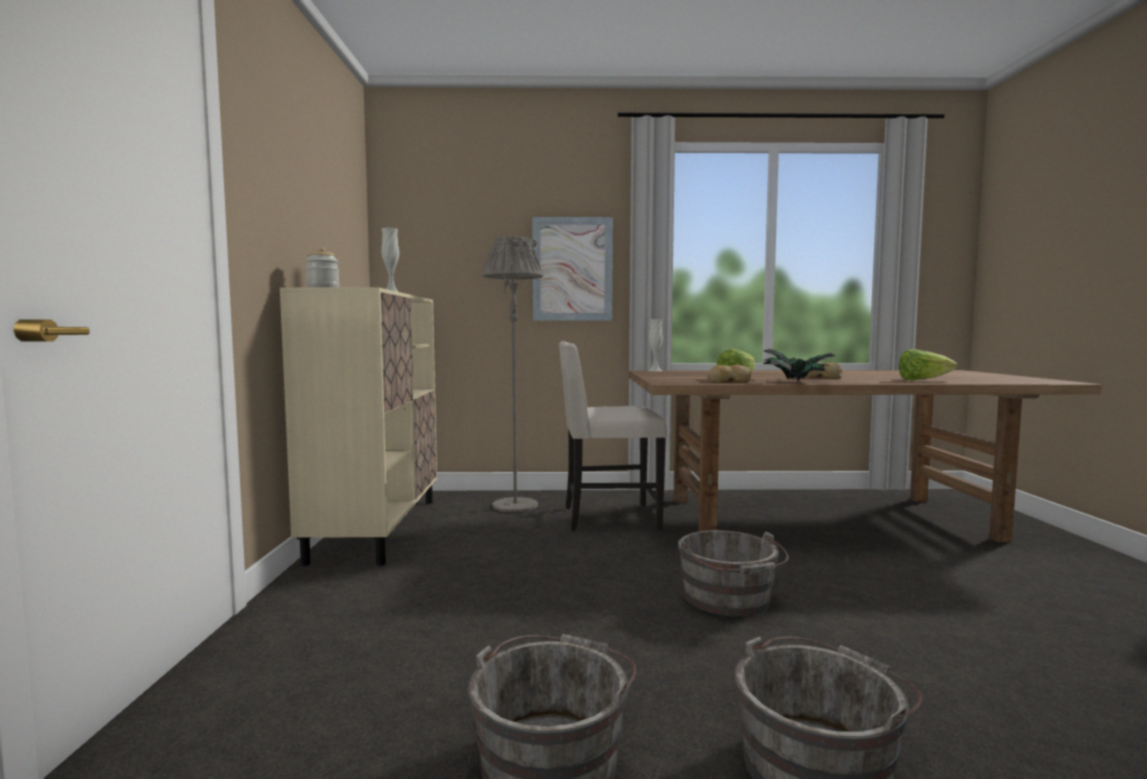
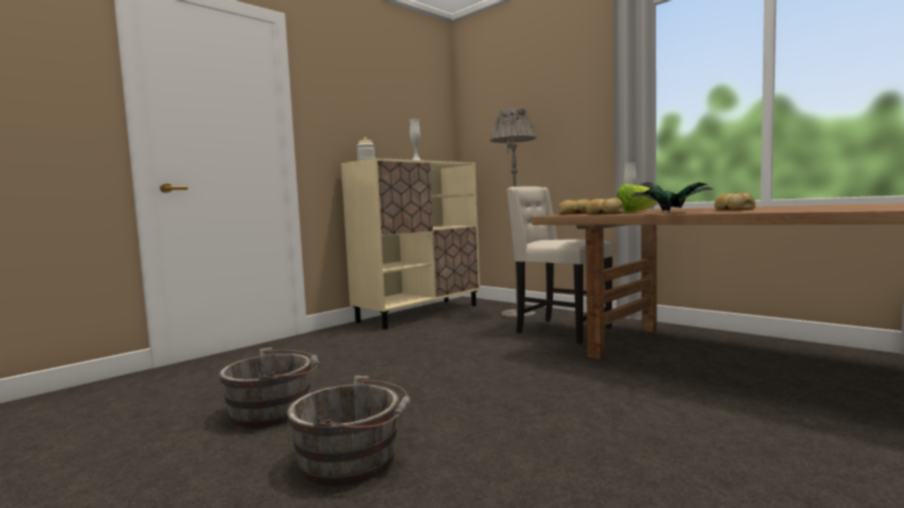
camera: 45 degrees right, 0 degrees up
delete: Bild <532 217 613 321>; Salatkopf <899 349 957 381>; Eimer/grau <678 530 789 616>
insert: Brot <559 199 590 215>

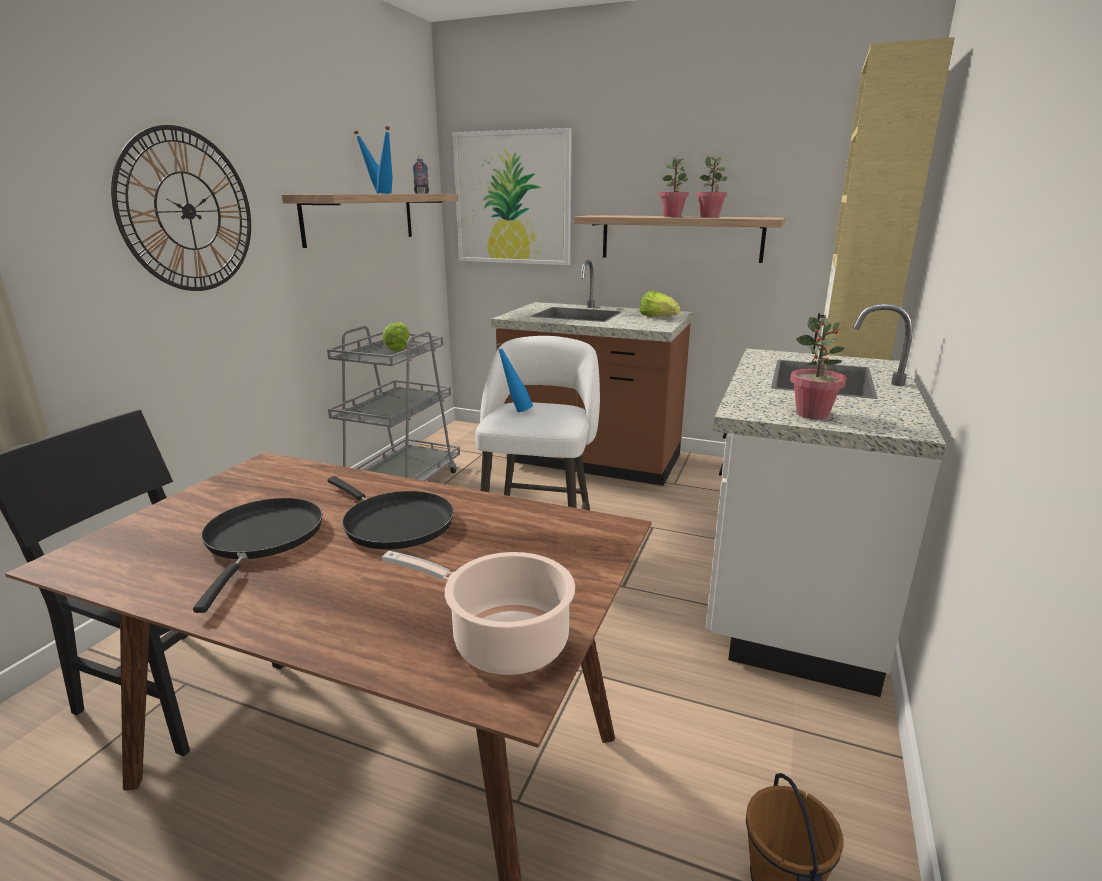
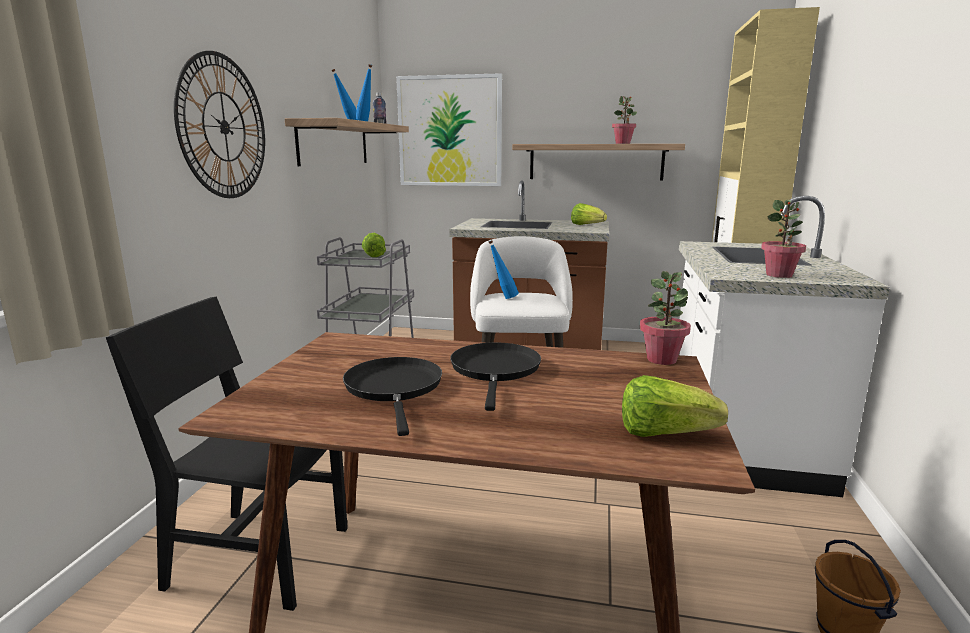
camera: 10 degrees left, 5 degrees down
move: Topfpflanze <659 157 689 217> to <640 271 691 365>
replace: Kochtopf <382 551 575 675> to Salatkopf <622 375 728 437>
rotate: Pfanne/schwarz <327 476 454 549> = <450 342 541 411> 120 degrees counterclockwise

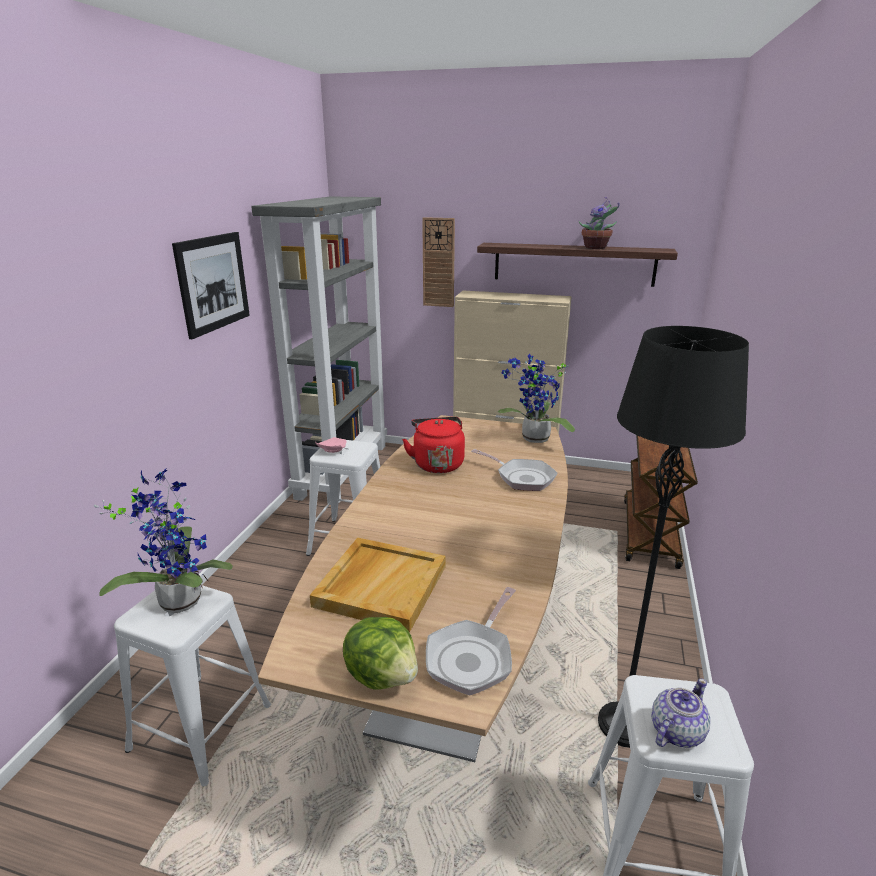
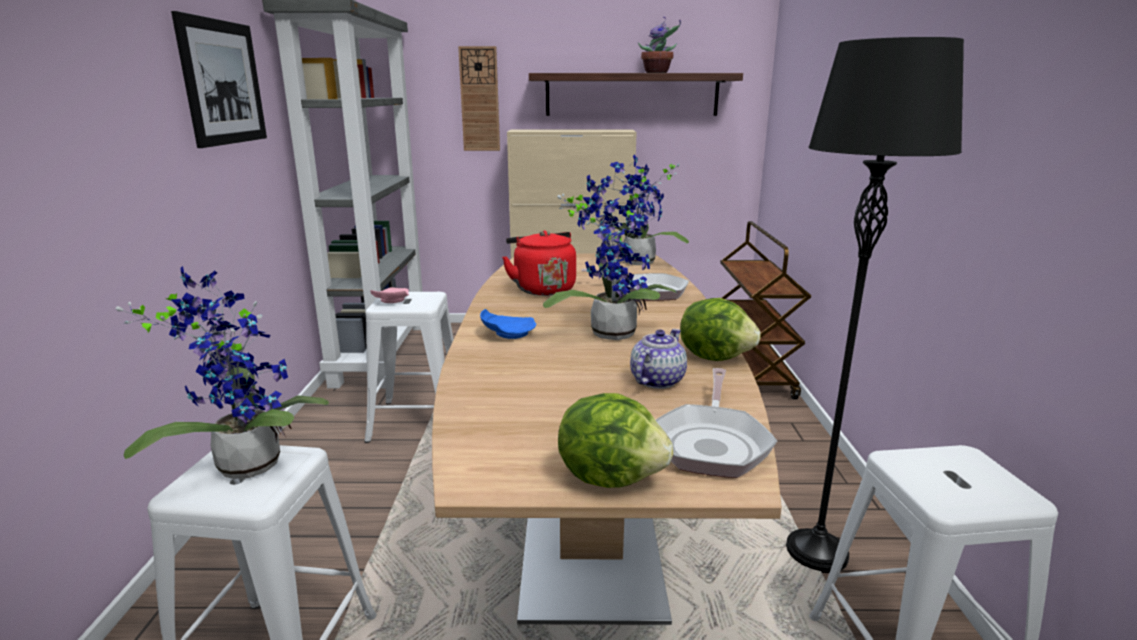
camera: 15 degrees left, 5 degrees down
delete: Tablett/beige <310 537 446 632>
insert: Topfpflanze <543 175 677 340>; Salatkopf <680 298 761 361>; Teller/blau <480 309 536 339>
move: Teekanne <652 679 710 748> to <630 329 687 389>

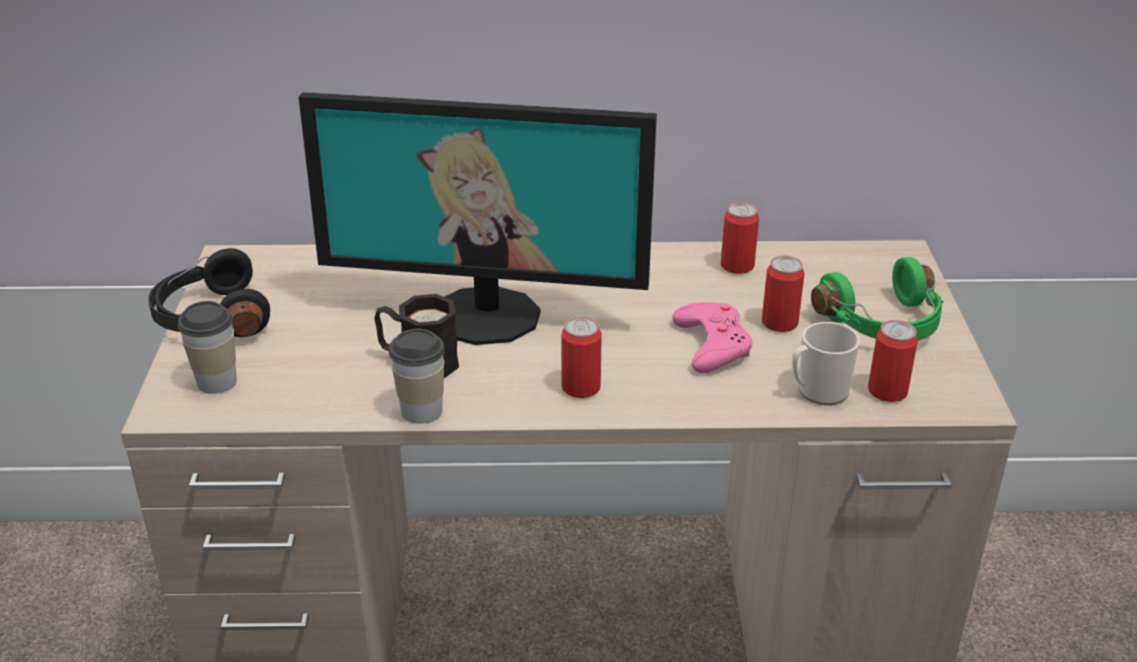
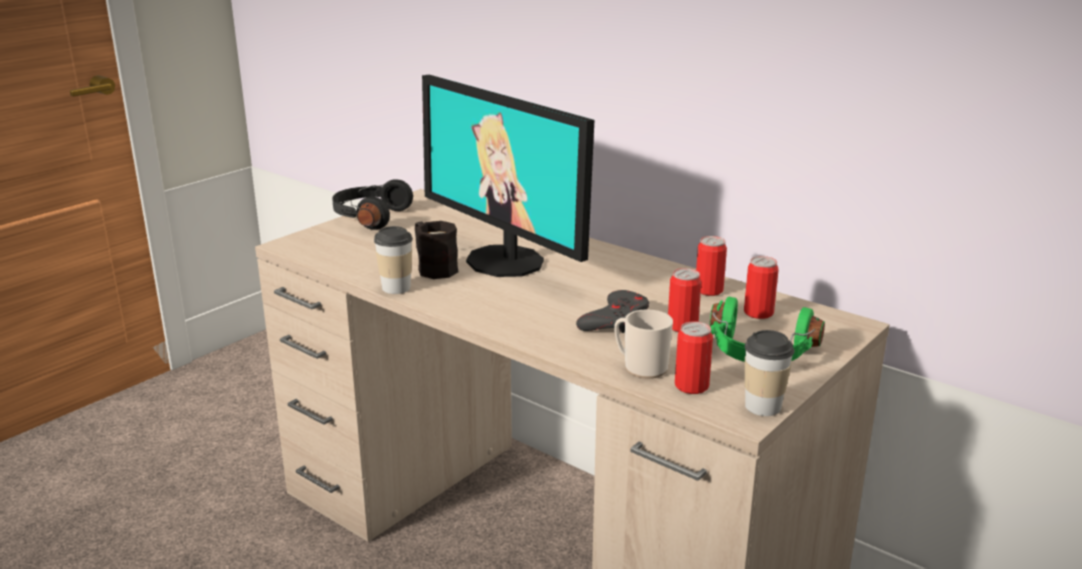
camera: 40 degrees right, 10 degrees down
move: Tasse <178 301 237 394> to <744 330 794 416>; Dose <561 316 602 398> to <744 256 779 319>
recolor: Gamepad/rosa <672 302 752 374> to Gamepad/grau <576 290 649 333>

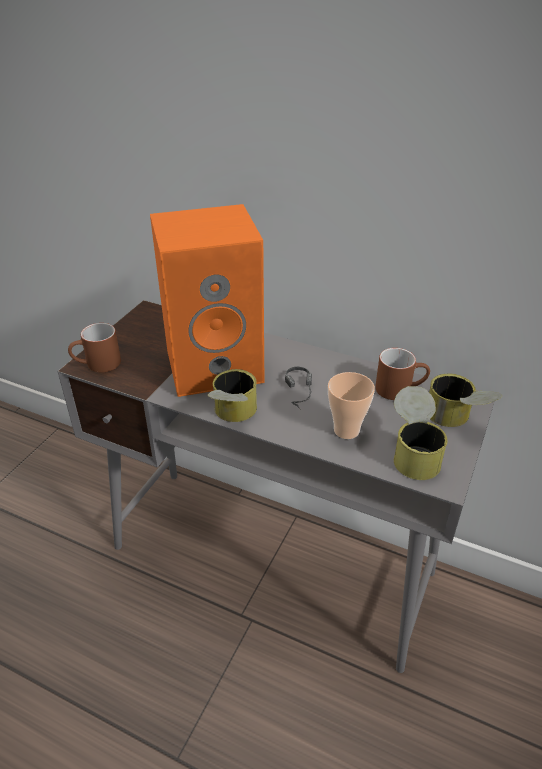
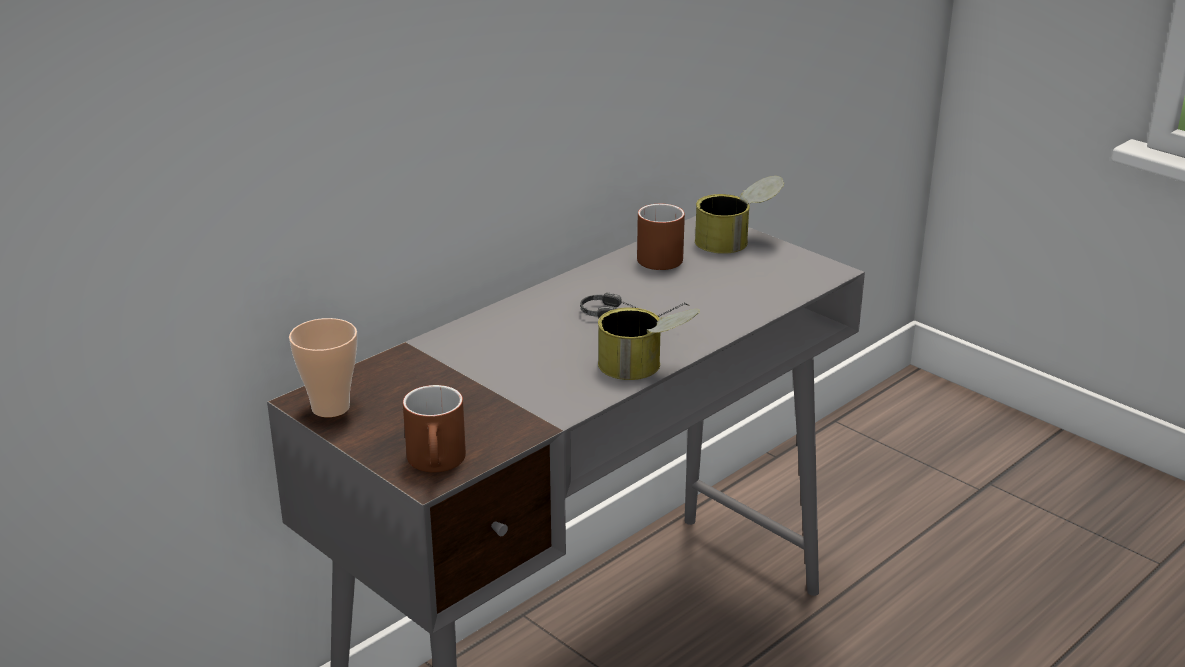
camera: 70 degrees left, 10 degrees down
delete: Lautsprecher/orange <150 204 265 397>; Dose <394 386 448 480>
move: Tasse <328 372 375 439> to <289 318 357 418>

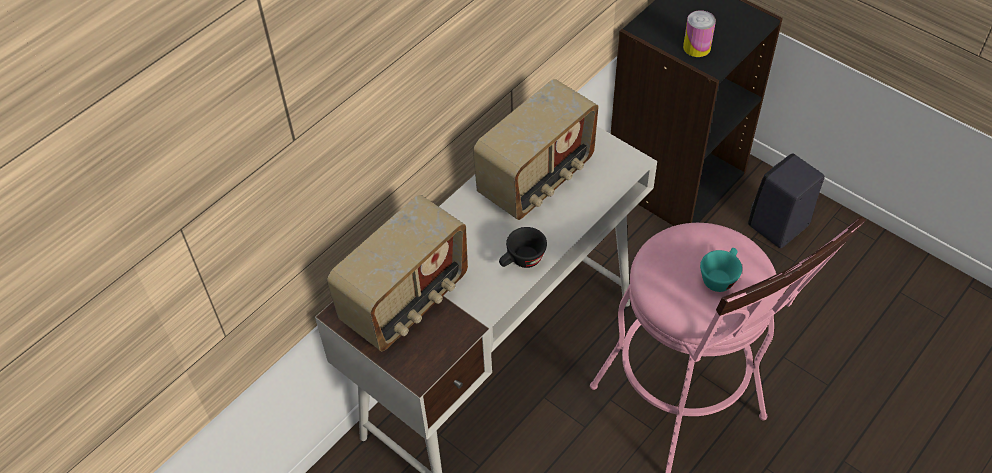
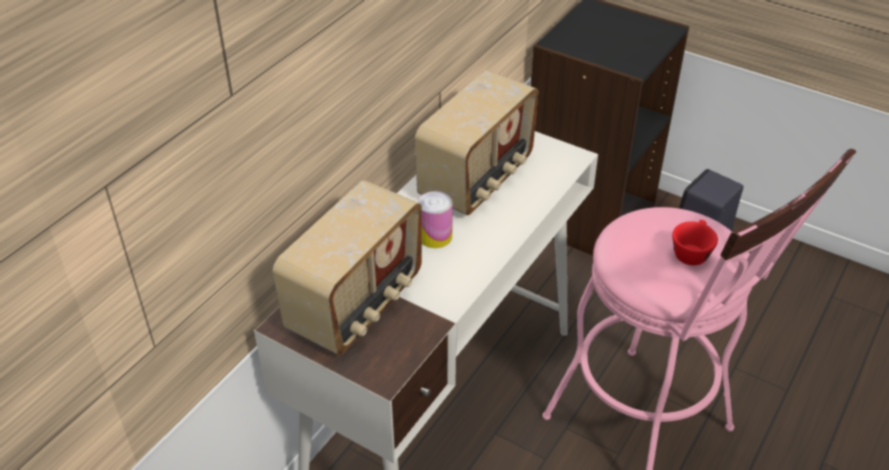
camera: 10 degrees left, 10 degrees down
delete: Tasse/schwarz <499 227 547 268>
move: Dose <683 10 716 57> to <418 191 453 248>
recolor: Tasse/türkis <700 248 742 292> to Tasse/rot <672 220 718 265>

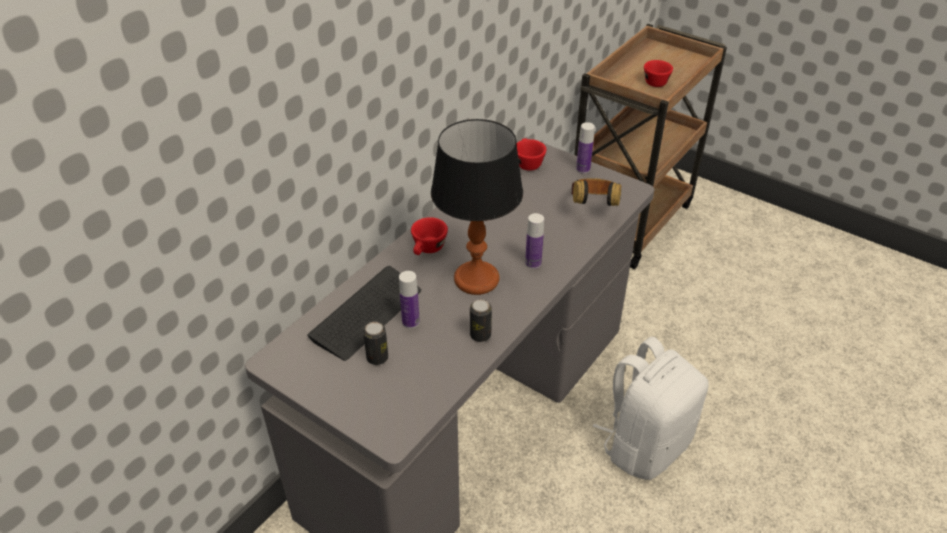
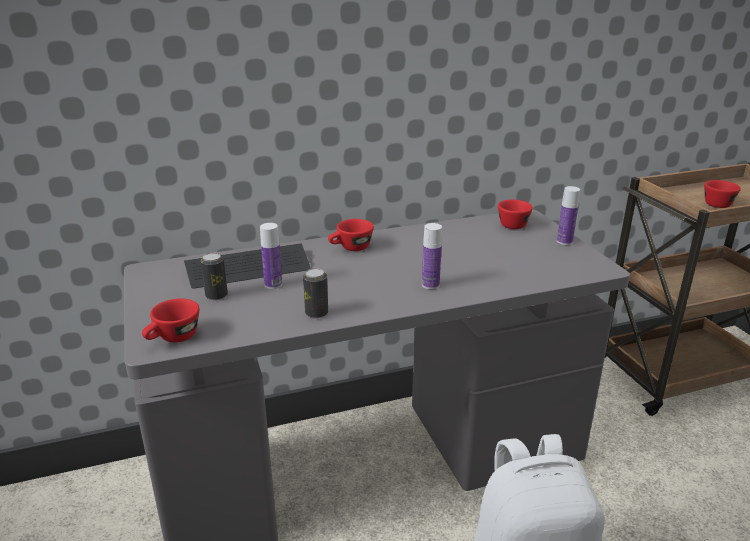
camera: 35 degrees right, 15 degrees down
delete: Tischlampe <431 119 523 295>; Kopfhörer <572 178 621 206>
insert: Tasse/rot <142 298 199 343>

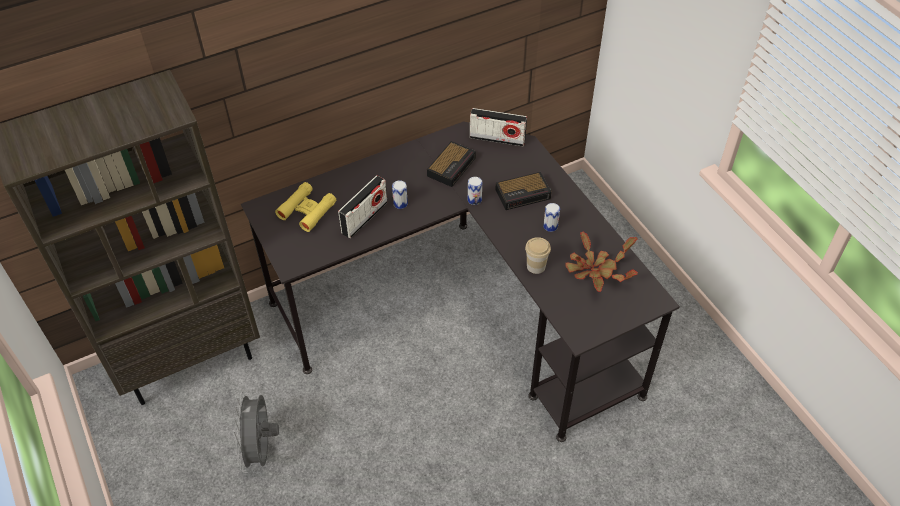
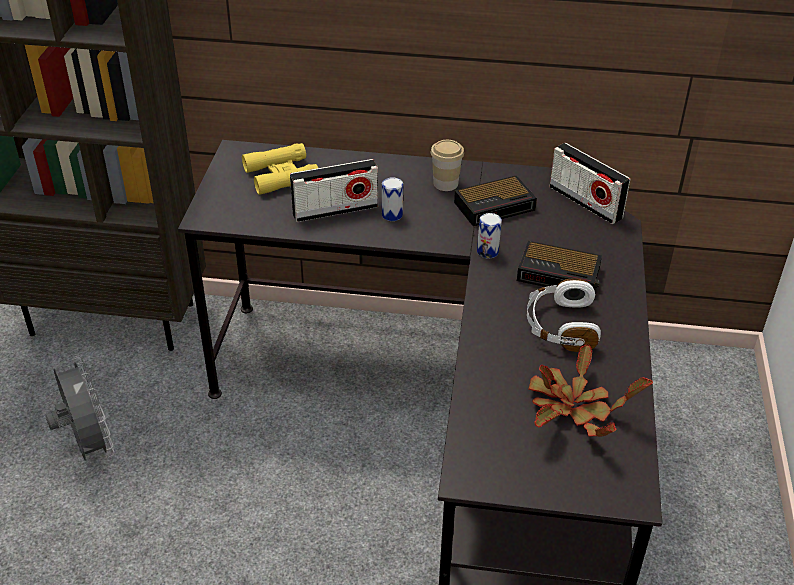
camera: 35 degrees right, 10 degrees down
move: Tasse <525 237 551 274> to <431 140 464 191>
replace: Dose <543 203 560 232> to Kopfhörer/weiß <527 278 601 352>
rotate: Ventilator/grau <234 391 279 473> = <45 355 115 461> 120 degrees clockwise

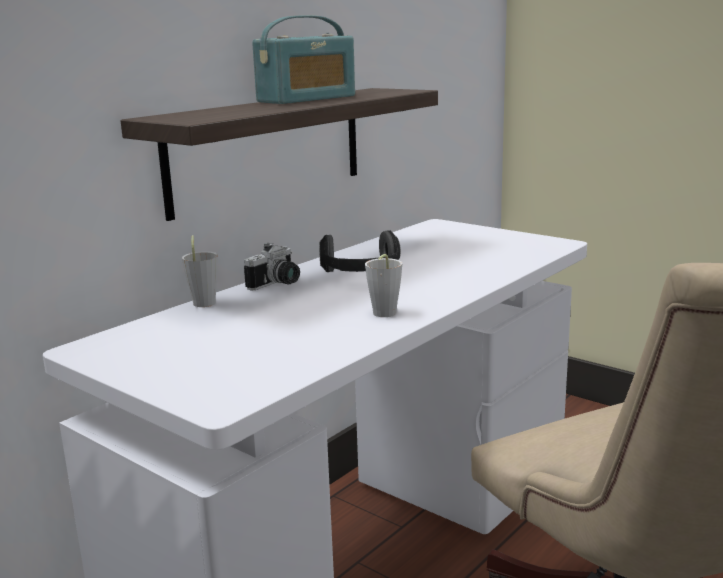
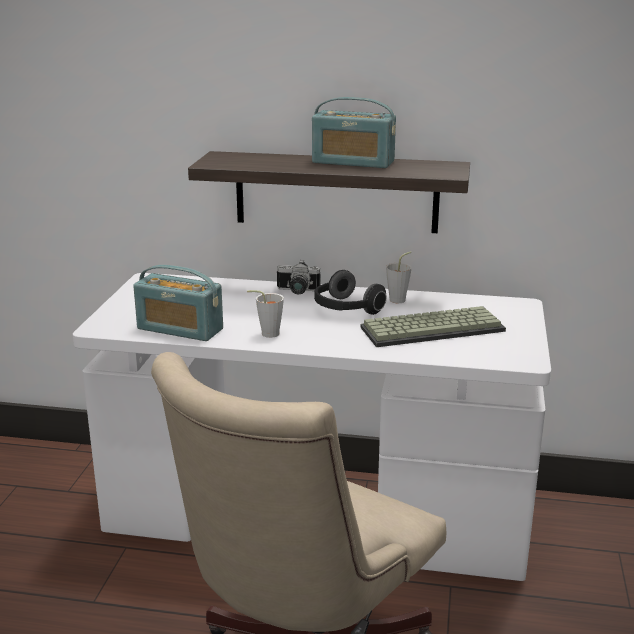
camera: 60 degrees right, 5 degrees up
insert: Radio <133 265 223 341>; Tastatur <361 306 506 347>
move: Tasse/grau <182 235 218 307> to <386 251 412 303>

